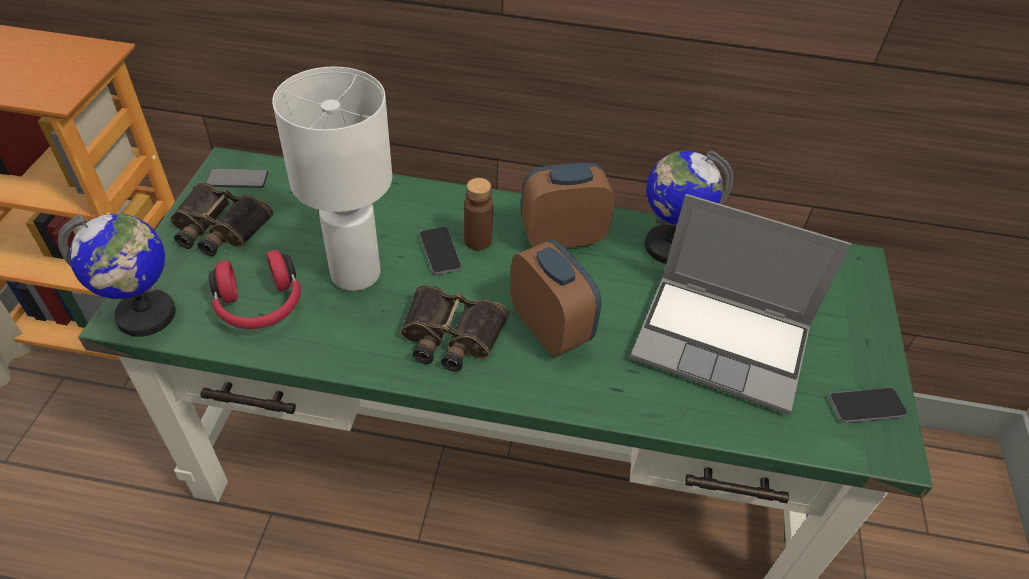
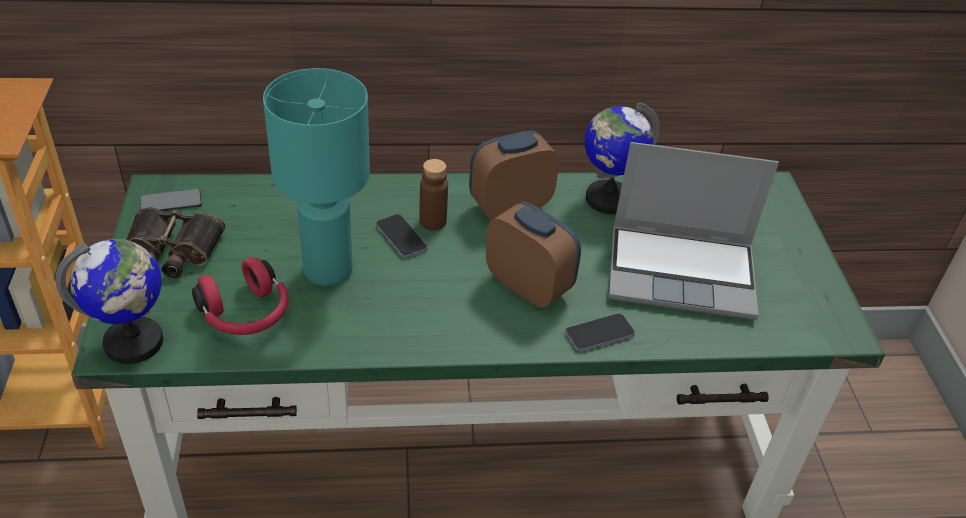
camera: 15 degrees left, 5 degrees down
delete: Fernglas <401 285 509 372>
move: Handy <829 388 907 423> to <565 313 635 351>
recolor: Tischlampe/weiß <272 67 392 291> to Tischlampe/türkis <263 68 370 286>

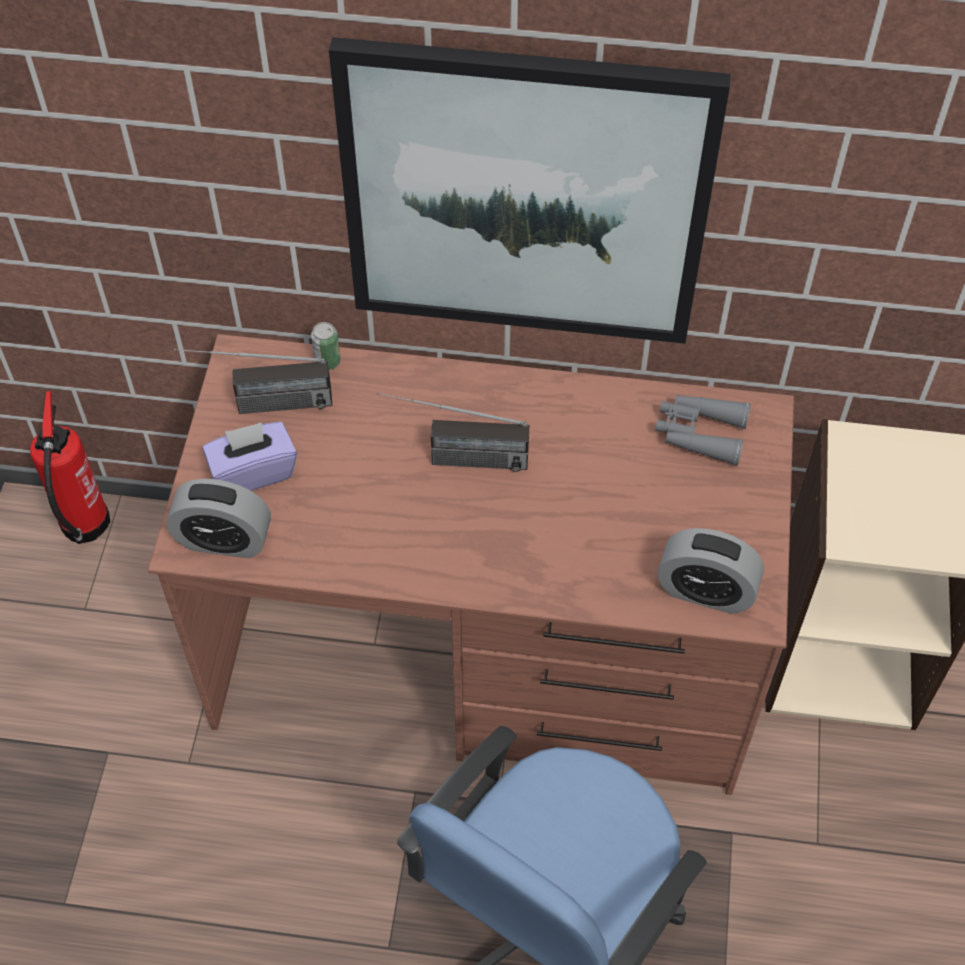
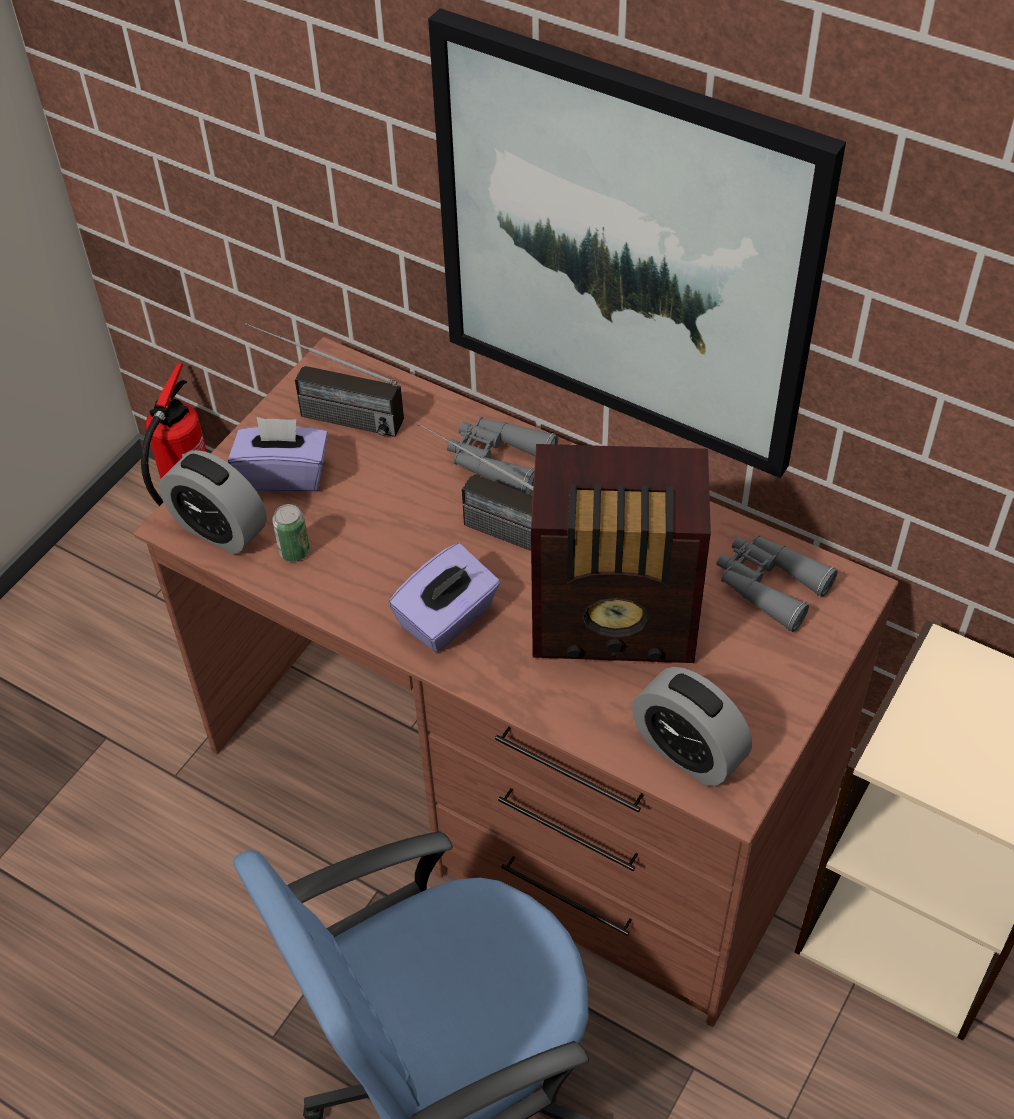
camera: 25 degrees right, 5 degrees down
insert: Fernglas/grau <447 417 558 495>; Radio <531 444 711 663>; Taschentuchbox/lila <389 543 500 652>
move: Dose <311 322 341 370> to <272 504 310 561>

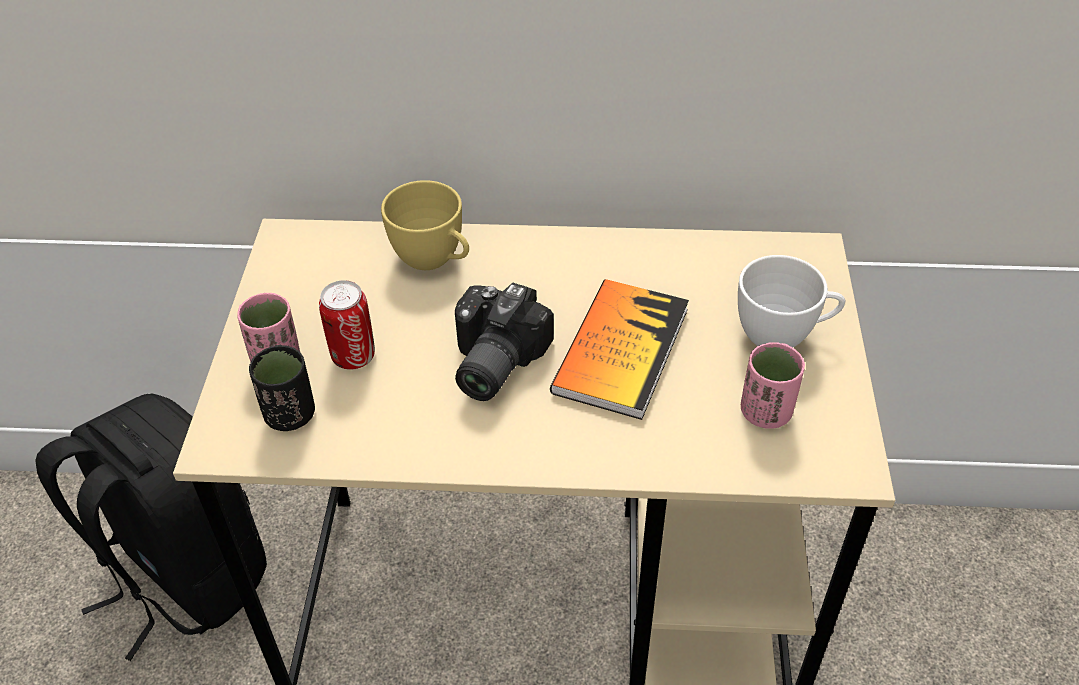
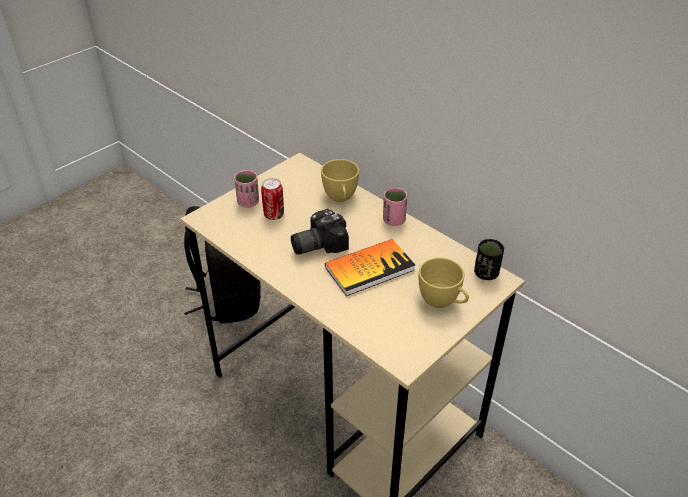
camera: 40 degrees right, 5 degrees down
move: Tasse/rosa <741 342 805 429> to <383 188 407 226>; Tasse/schwarz <249 345 315 431> to <474 239 504 280>
recolor: Tasse/weiß <738 255 845 347> to Tasse/gelb <419 257 469 308>

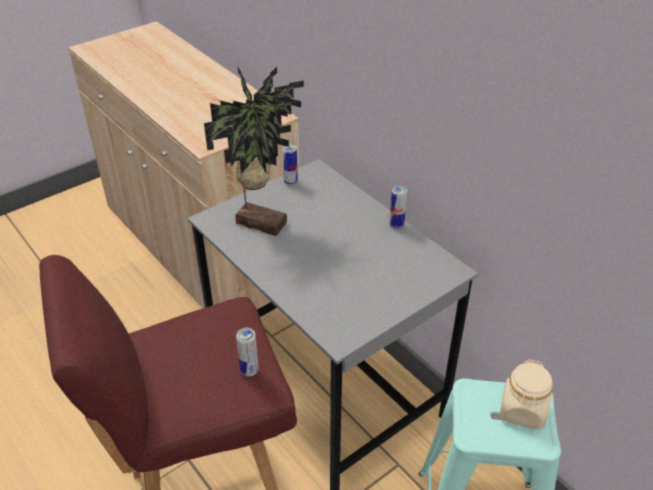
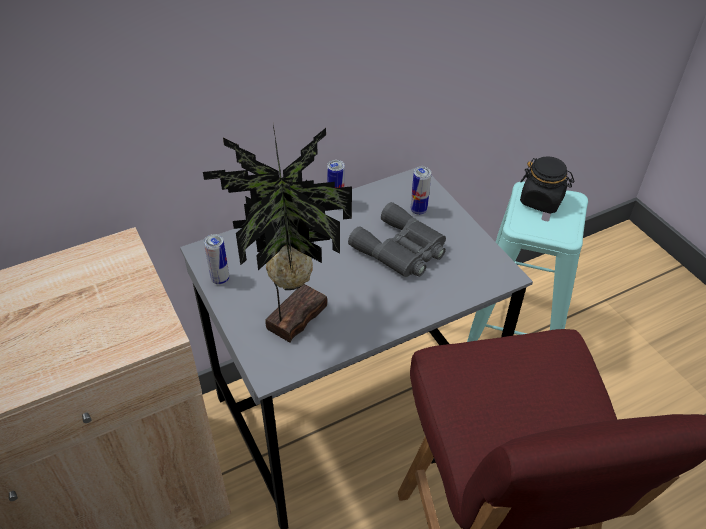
camera: 80 degrees left, 5 degrees up
insert: Fernglas/grau <348 202 446 277>
move: Dose <236 328 259 376> to <411 167 431 215>
recolor: Vorratsglas/beige <500 359 553 429> to Vorratsglas/schwarz <520 156 574 213>

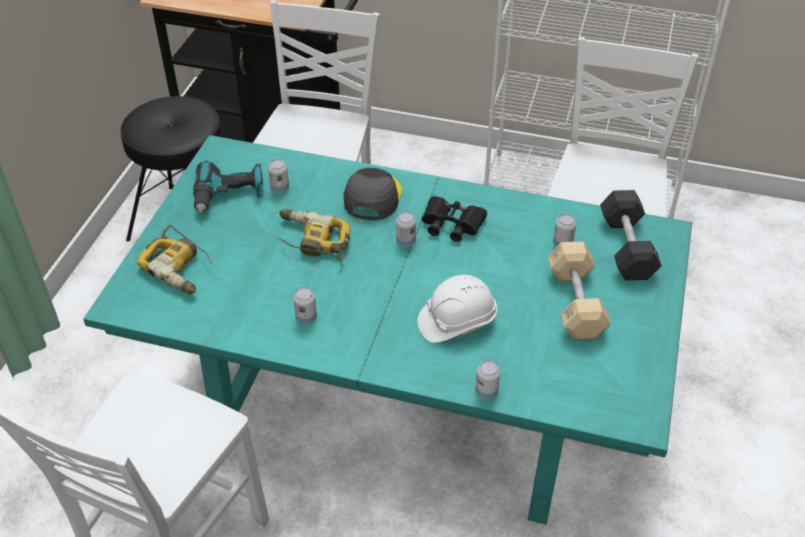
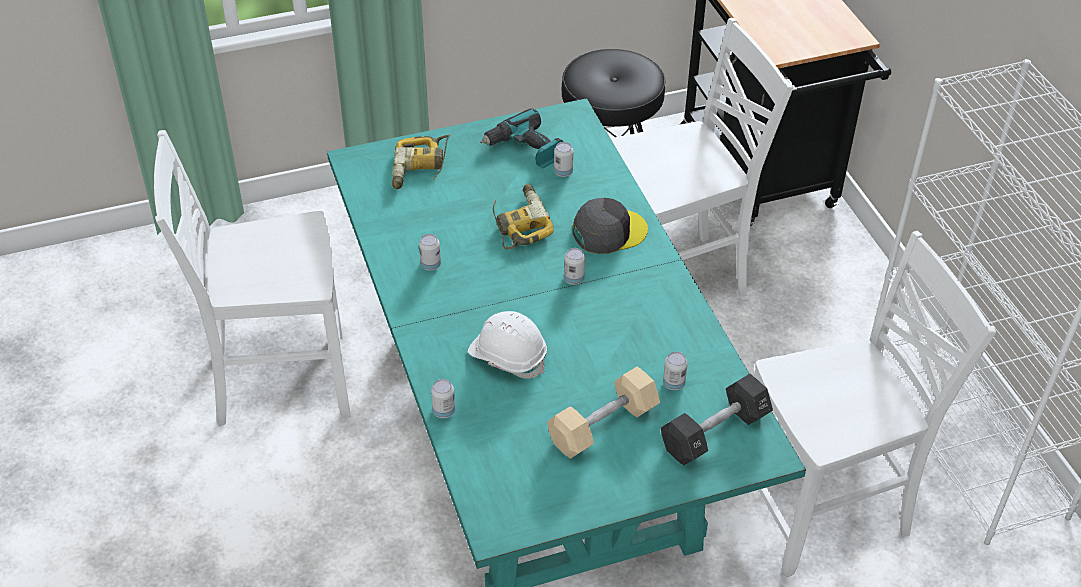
camera: 55 degrees right, 0 degrees up
delete: Fernglas/schwarz <422 196 487 242>

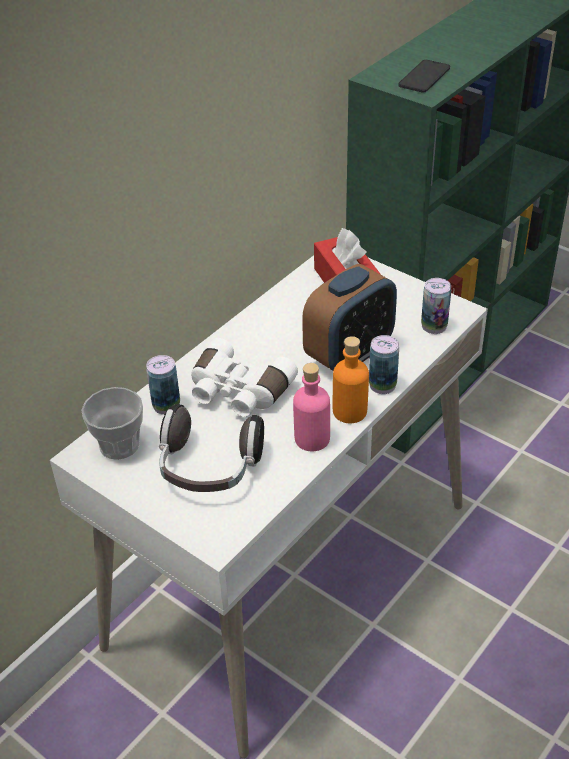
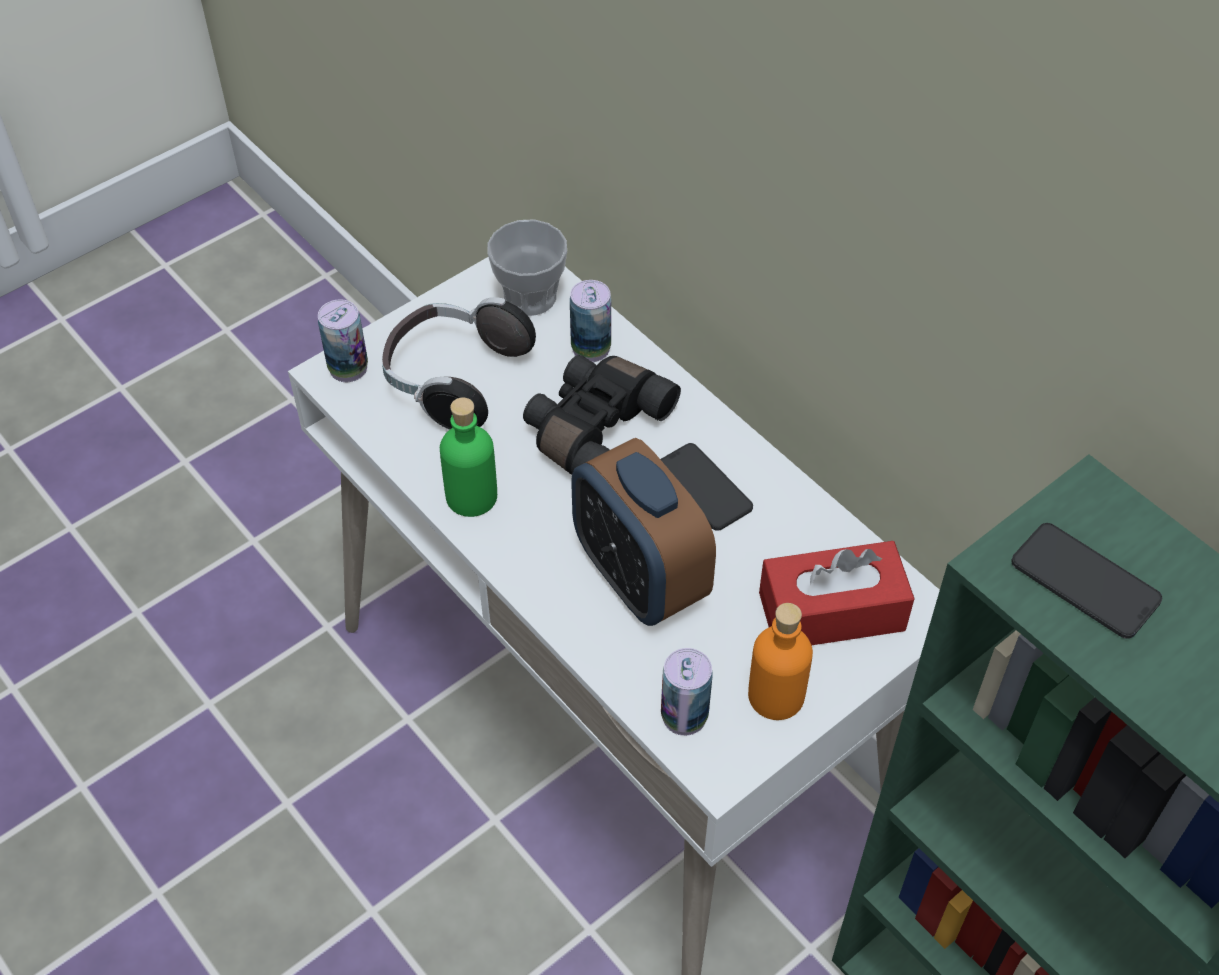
camera: 100 degrees right, 10 degrees up
insert: Handy <660 443 753 531>
move: Dose <369 335 399 394> to <318 299 368 382>; Flasche/orange <333 336 369 423> to <748 603 813 720>
recolor: Fernglas/weiß <191 338 298 417> to Fernglas/schwarz <523 355 681 475>; Flasche/rosa <293 363 330 451> to Flasche/grün <440 397 497 517>

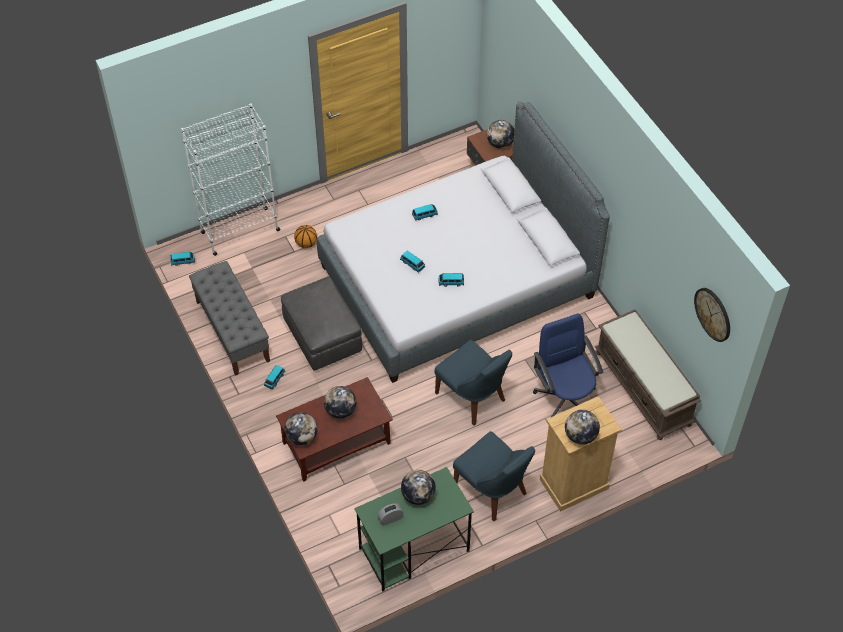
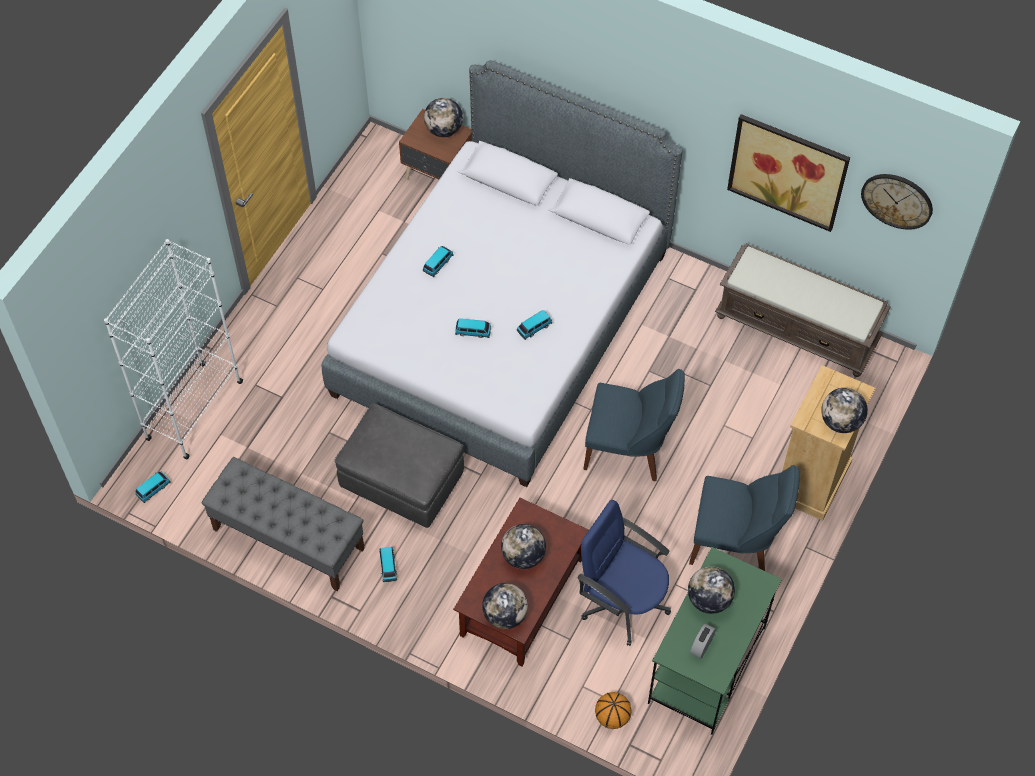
camera: 35 degrees left, 5 degrees up
insert: Bild <727 114 850 232>
move: Basketball <294 225 317 248> to <595 692 632 729>; Bürostuhl/blau <533 314 603 418> to <578 500 671 646>

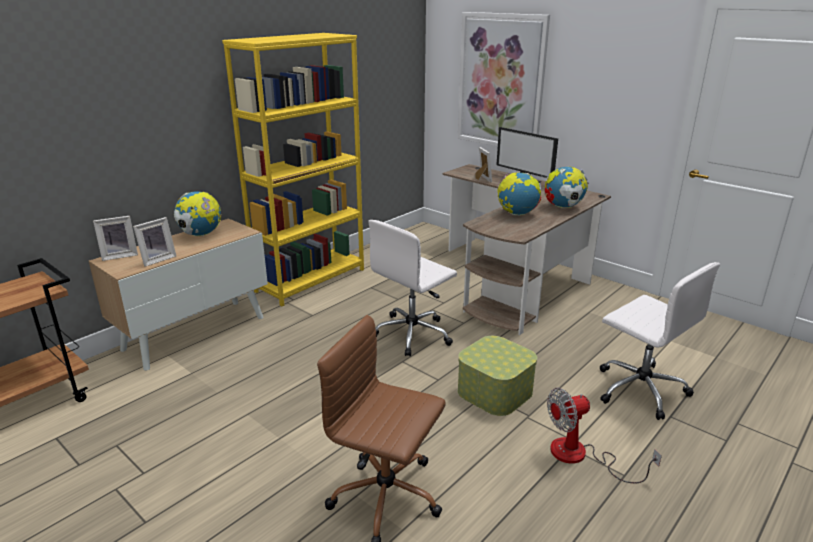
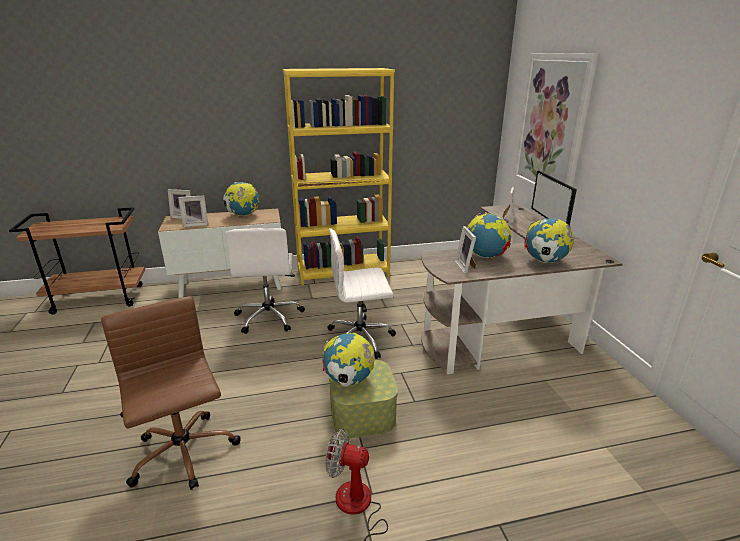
camera: 35 degrees right, 0 degrees up
insert: Bilderrahmen <455 226 476 274>; Globus <323 332 375 387>
move: Bürostuhl/weiß <600 262 720 420> to <225 228 305 334>

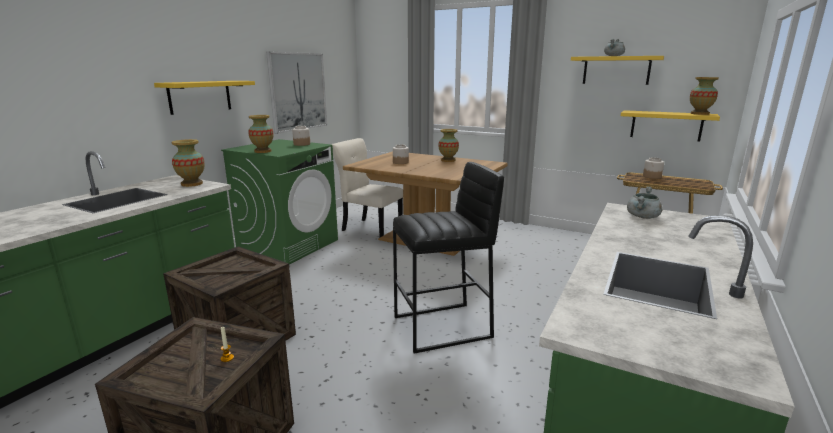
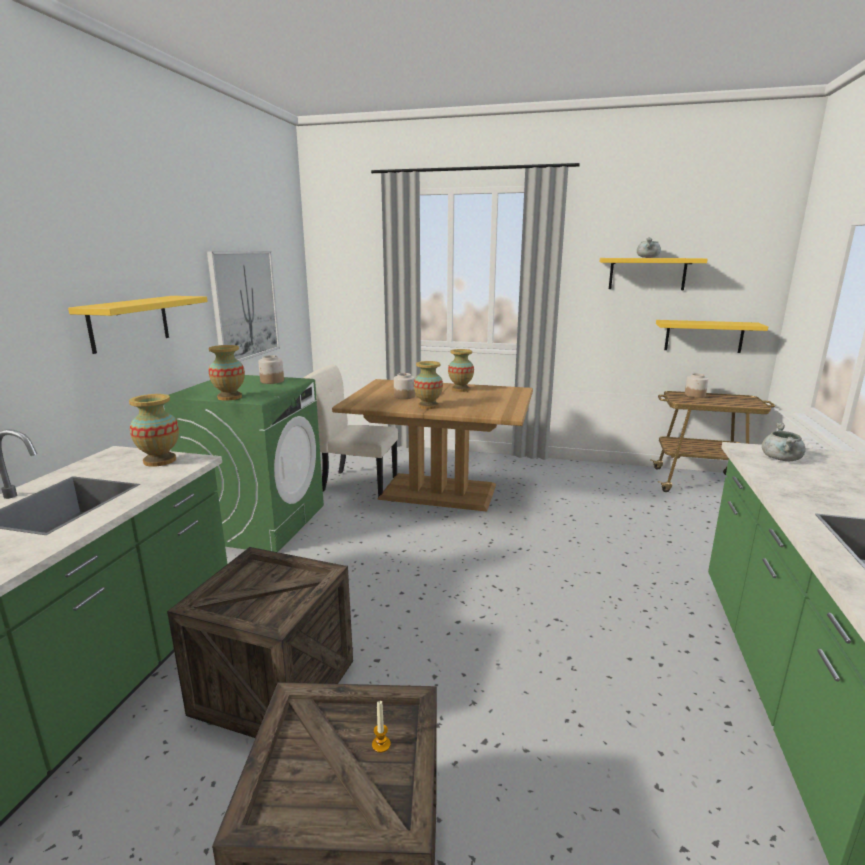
camera: 15 degrees left, 0 degrees up
delete: Hocker/schwarz <393 162 504 354>
move: Vase <690 77 719 115> to <414 361 443 409>

